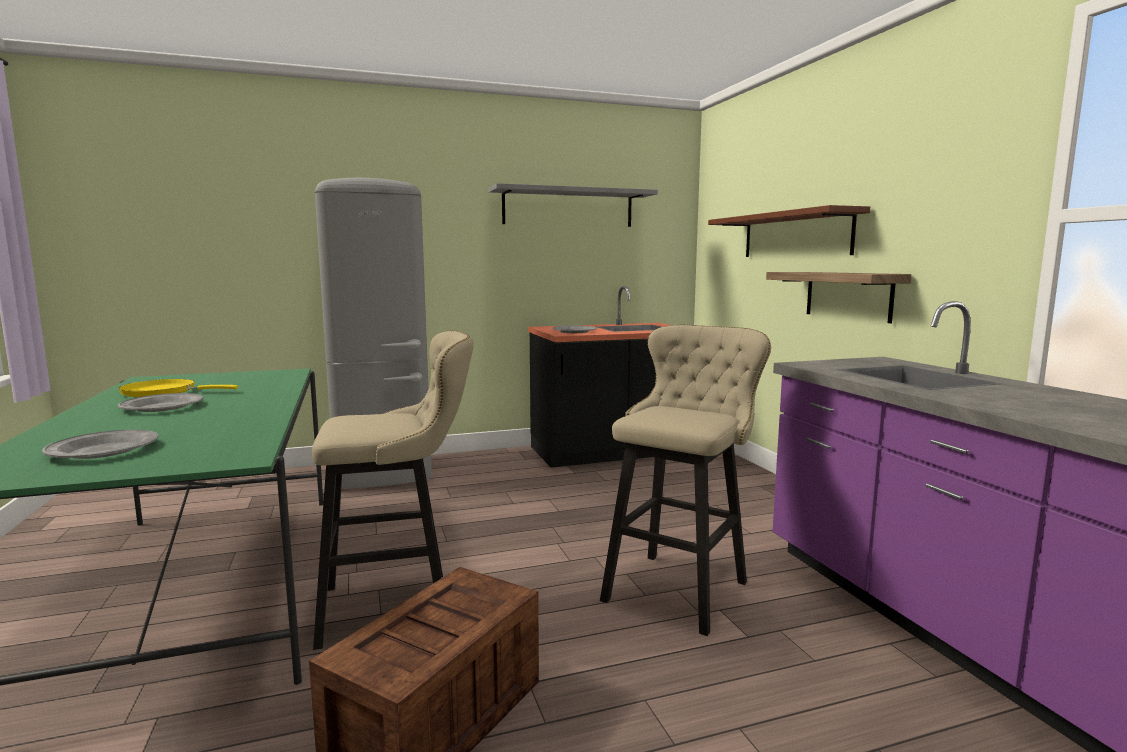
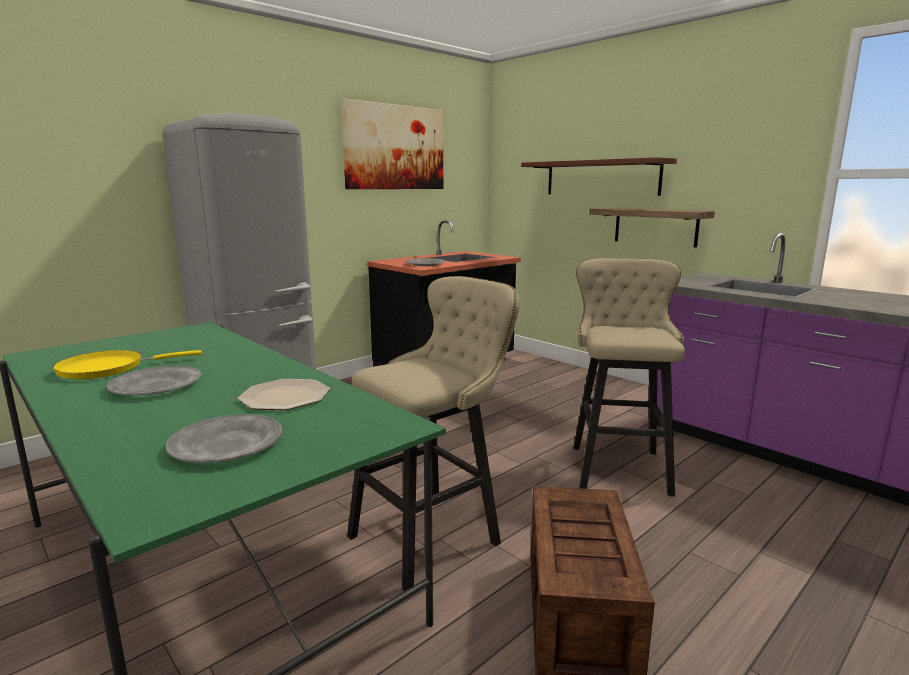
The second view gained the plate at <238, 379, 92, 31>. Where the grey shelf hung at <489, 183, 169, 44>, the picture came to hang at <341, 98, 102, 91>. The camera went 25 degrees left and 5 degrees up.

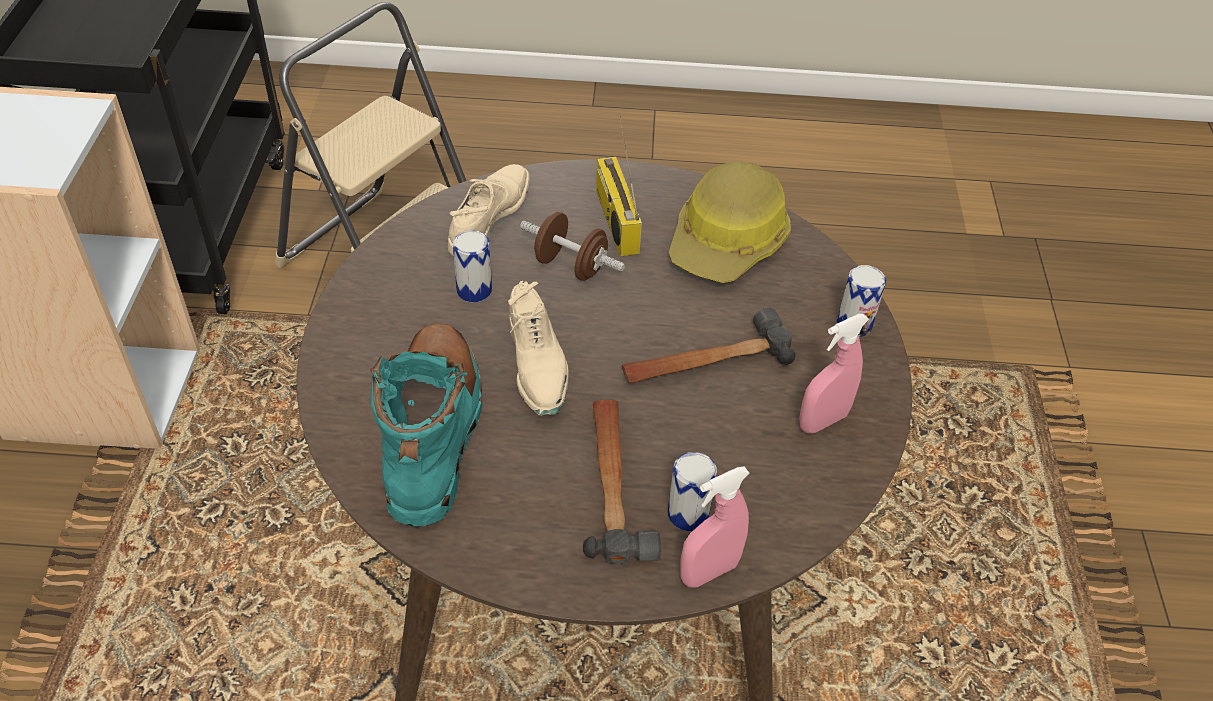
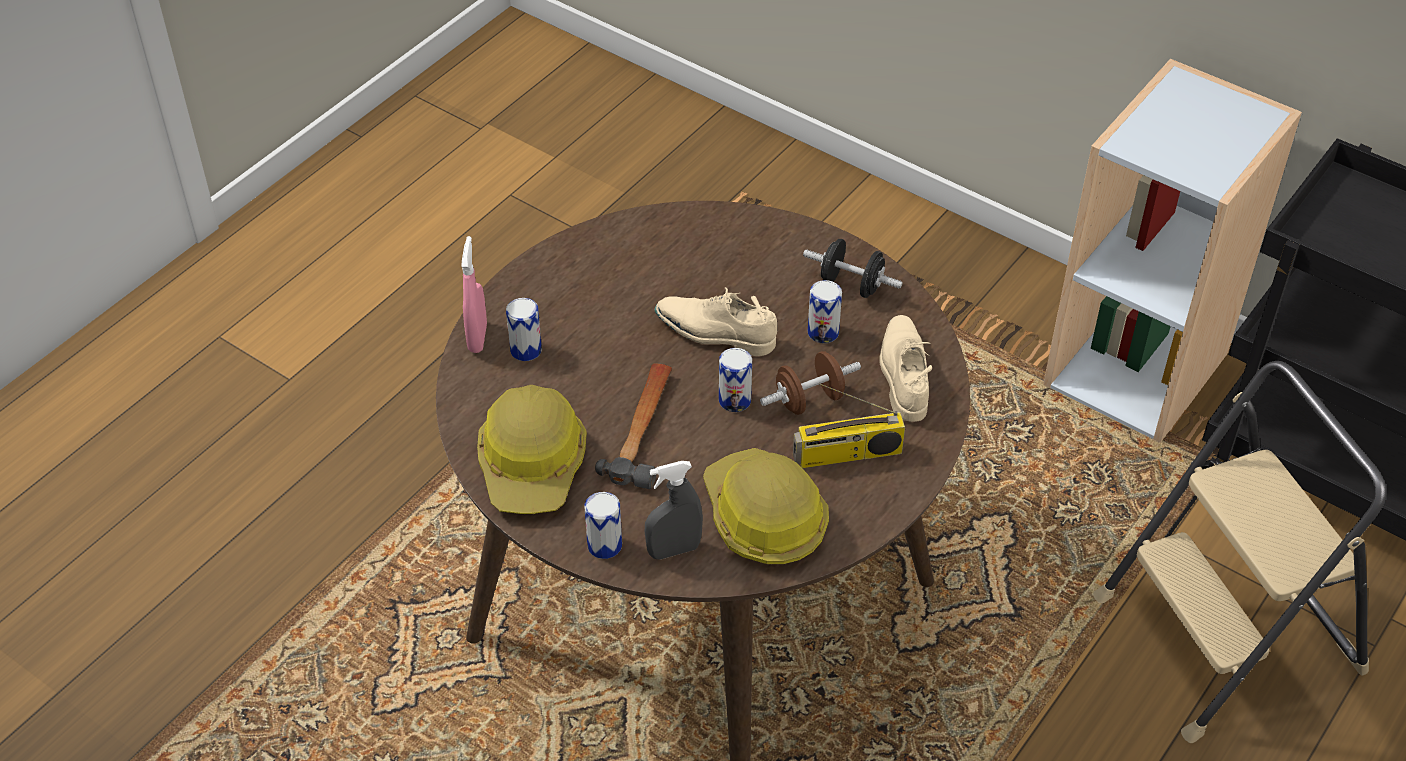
The second view lost the turquoise boot at <370, 323, 112, 204>. The second view lost the hammer at <583, 399, 78, 165>. The second view gained the grey spray bottle at <645, 461, 58, 99>. The second view gained the can at <719, 348, 33, 64>. The second view gained the black dumbbell at <803, 239, 100, 59>. Where the pink spray bottle stood at <799, 314, 70, 120>, the hard hat came to stand at <477, 385, 110, 129>. The beige shoe at <448, 164, 82, 92> ended up facing another way, 150 degrees counterclockwise from before. The radio at <596, 115, 46, 142> ended up facing another way, 150 degrees clockwise from before. The camera went 125 degrees right and 0 degrees up.

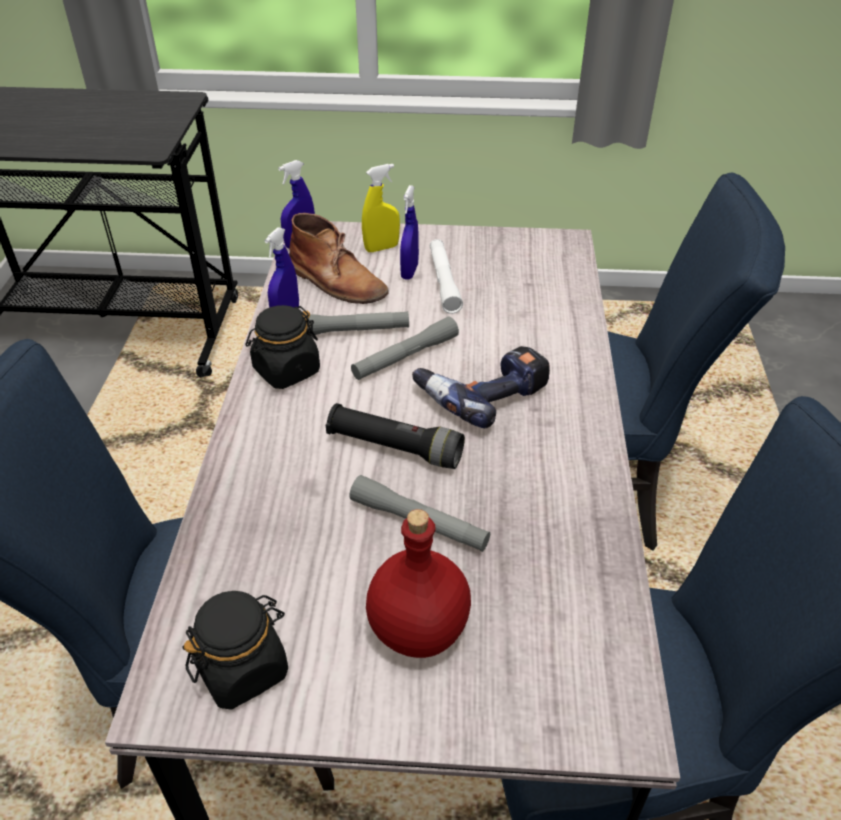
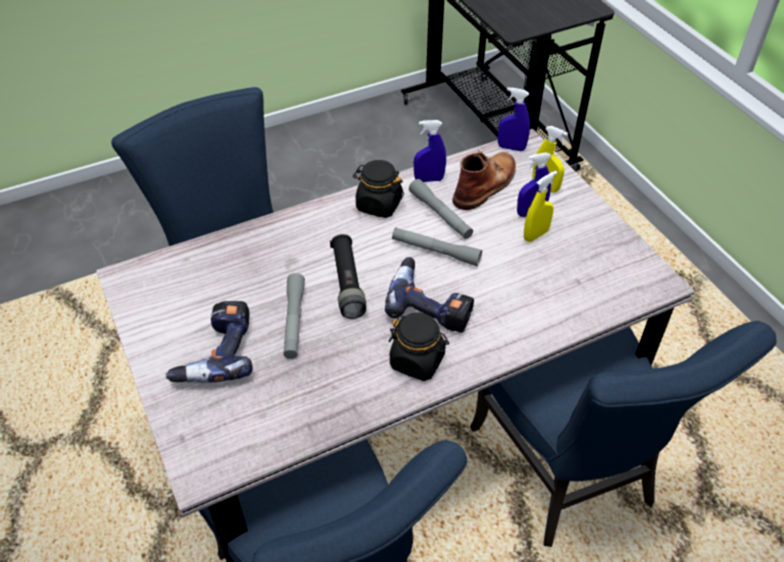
The black jar ended up elsewhere, having gone from <182, 591, 106, 119> to <388, 313, 61, 68>. Where the red bottle stood at <366, 509, 105, 149>, the power drill came to stand at <166, 301, 87, 82>. Where the white flashlight stood at <430, 239, 33, 75>, the yellow spray bottle came to stand at <524, 171, 33, 71>. The brown boot at <289, 213, 100, 91> ended up facing another way, 150 degrees counterclockwise from before. The camera went 60 degrees right and 5 degrees up.

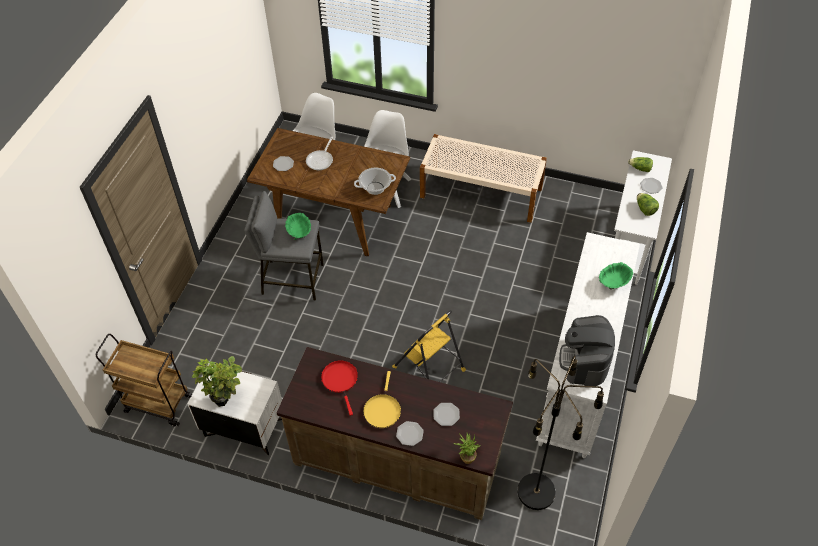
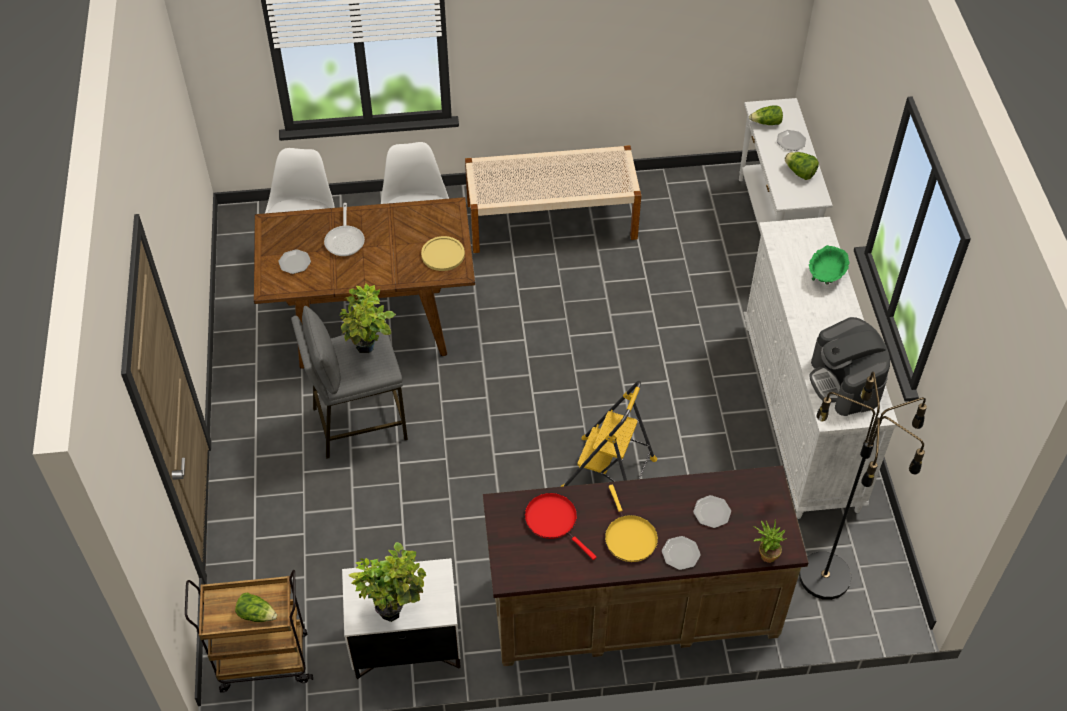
The second view gained the lettuce at <235, 592, 42, 30>. Where the green bowl stood at <285, 213, 26, 28>, the potted plant came to stand at <340, 283, 56, 70>. Where the cooking pot stood at <354, 168, 42, 27>, the yellow plate came to stand at <421, 236, 44, 35>. The camera went 25 degrees left and 0 degrees up.

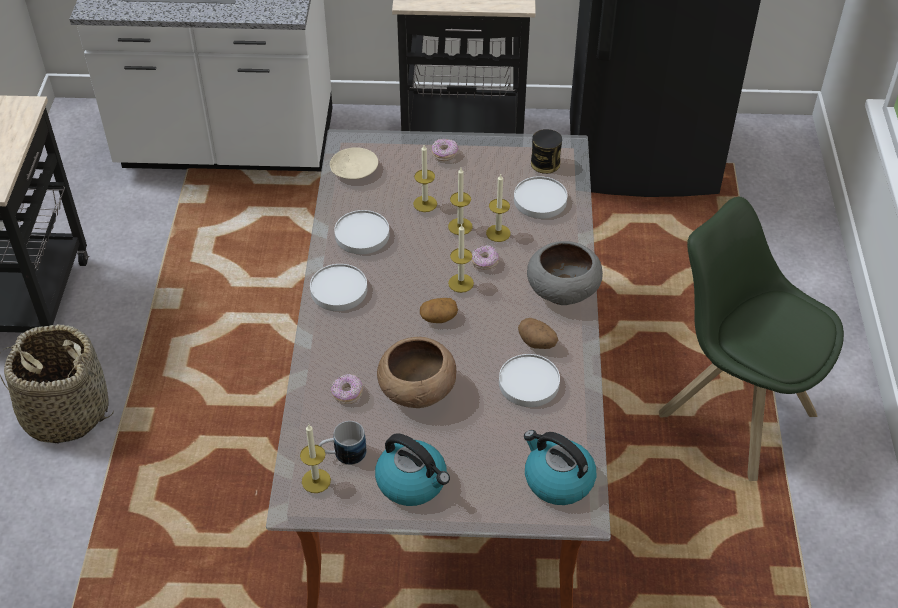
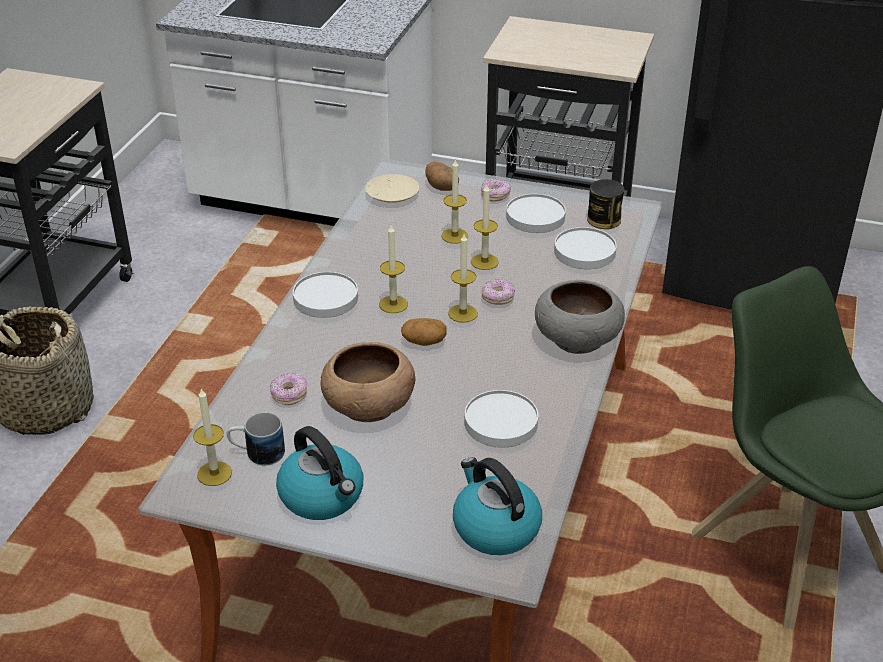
The white plate ended up elsewhere, having gone from <334, 210, 56, 44> to <506, 194, 60, 39>. The candle ended up elsewhere, having gone from <486, 174, 25, 68> to <379, 225, 29, 88>. The potato ended up elsewhere, having gone from <518, 318, 40, 31> to <425, 162, 34, 29>. The camera went 15 degrees right and 10 degrees down.

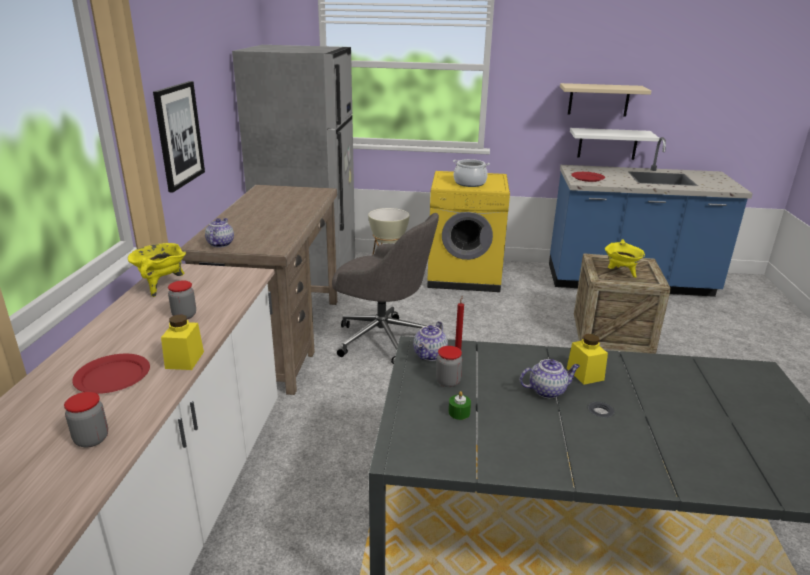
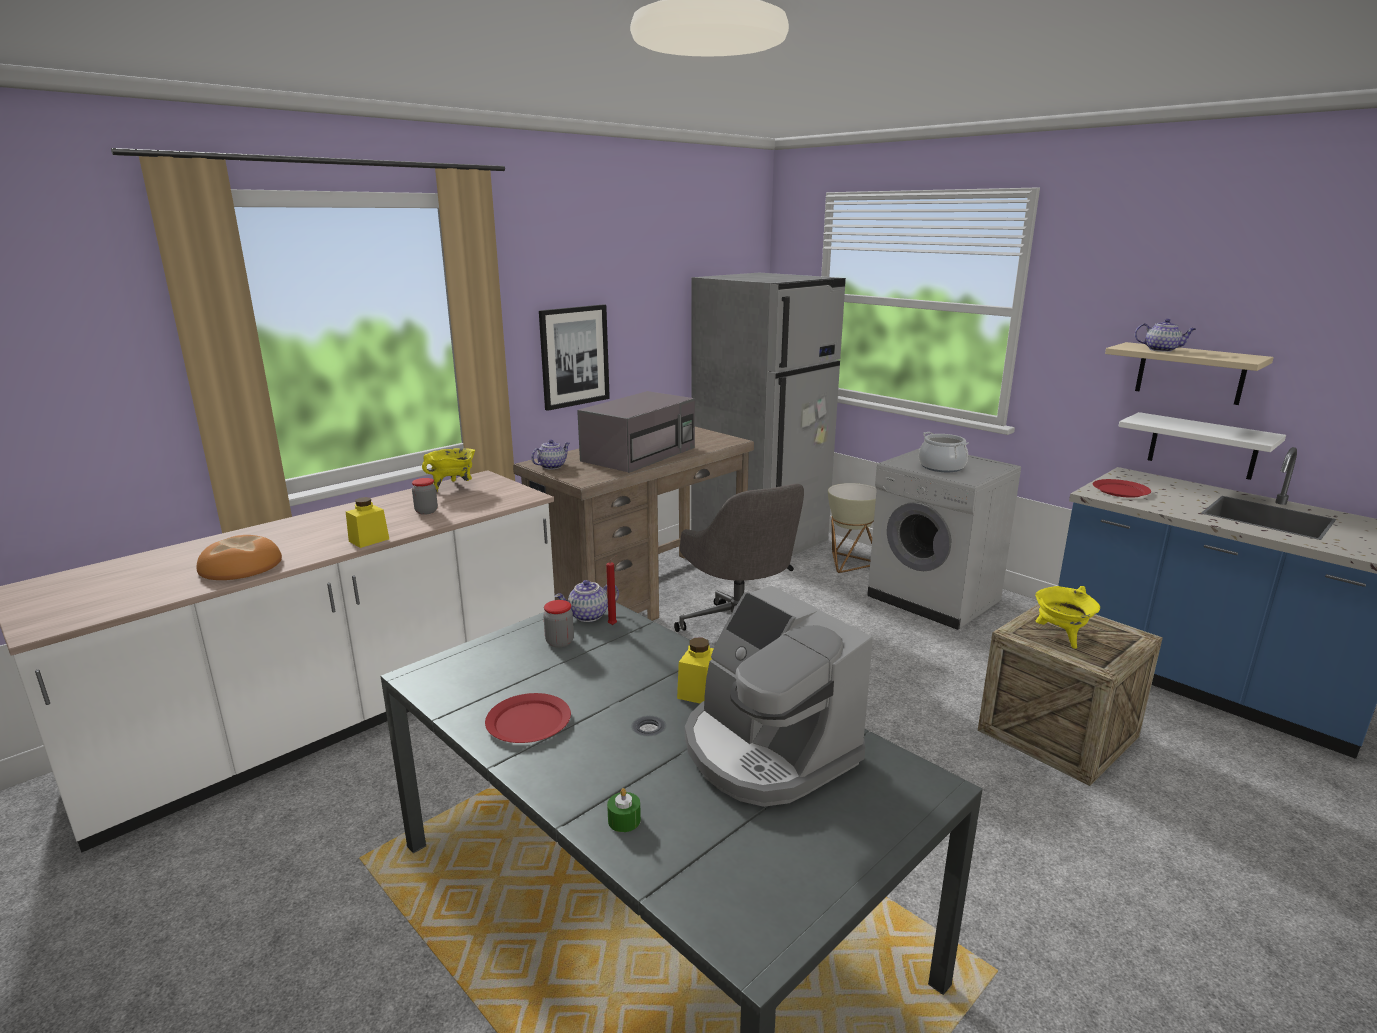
The second view gained the grey microwave at <577, 391, 118, 82>. The second view gained the coffee machine at <685, 586, 188, 221>. The red plate ended up elsewhere, having gone from <72, 354, 78, 40> to <485, 693, 86, 50>. The green candle ended up elsewhere, having gone from <449, 391, 22, 29> to <607, 788, 34, 44>. The teapot ended up elsewhere, having gone from <520, 359, 60, 39> to <1135, 319, 61, 33>. Where the jar stood at <64, 392, 44, 56>, the bread came to stand at <197, 535, 85, 45>. What was the yellow washing machine at <427, 171, 83, 121> turned into the white washing machine at <867, 448, 154, 182>. The camera went 40 degrees right and 5 degrees down.

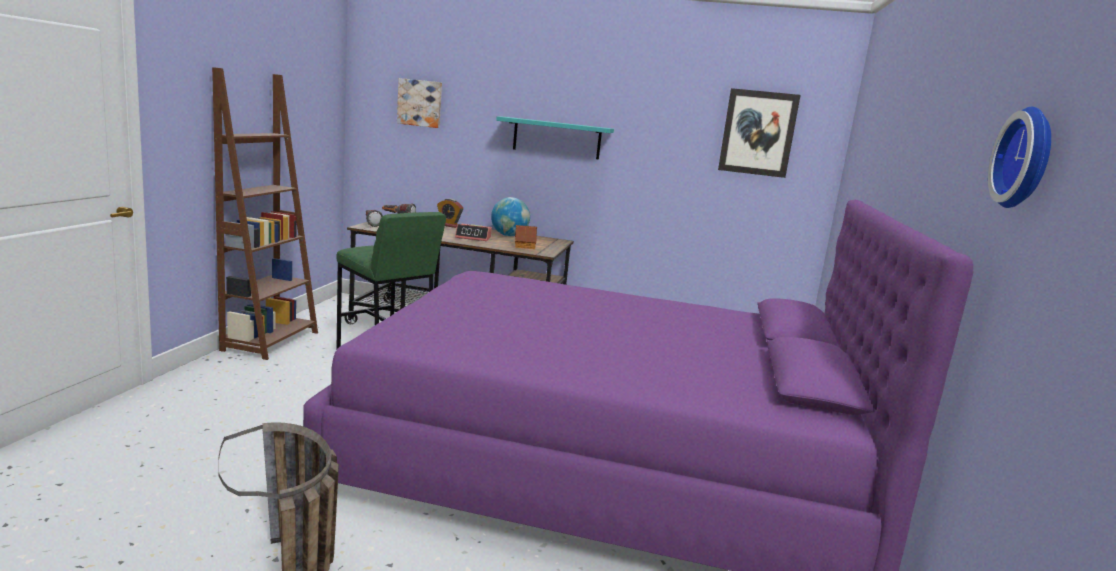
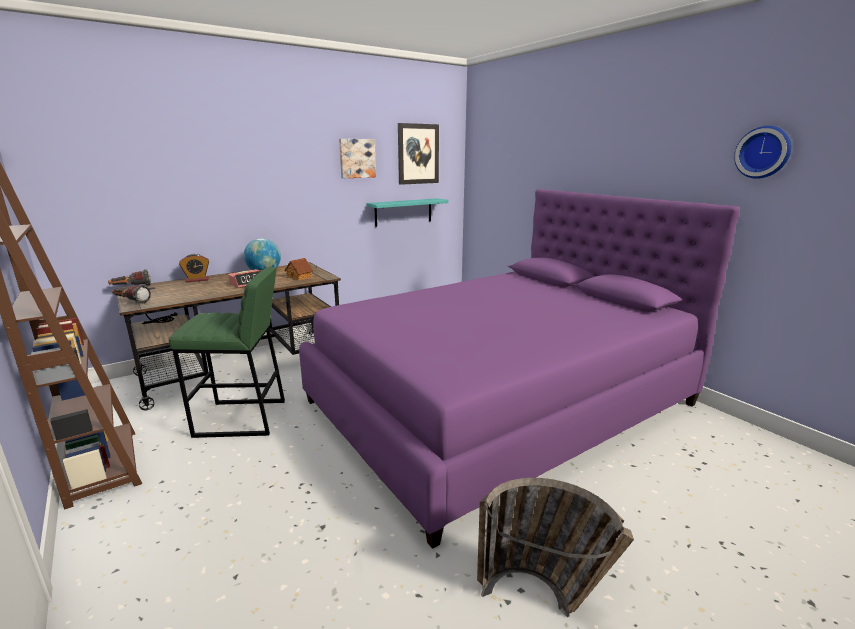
The picture ended up elsewhere, having gone from <397, 78, 45, 50> to <339, 139, 37, 39>. The turquoise shelf ended up elsewhere, having gone from <496, 116, 118, 43> to <366, 198, 83, 29>. The camera went 45 degrees left and 5 degrees up.

